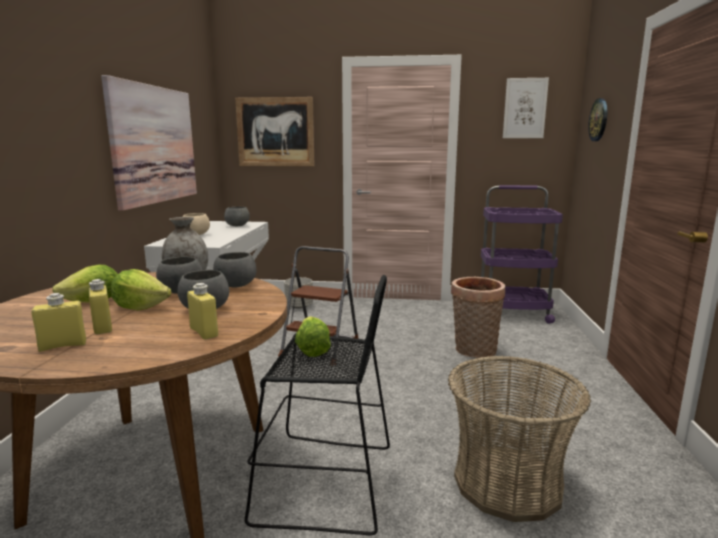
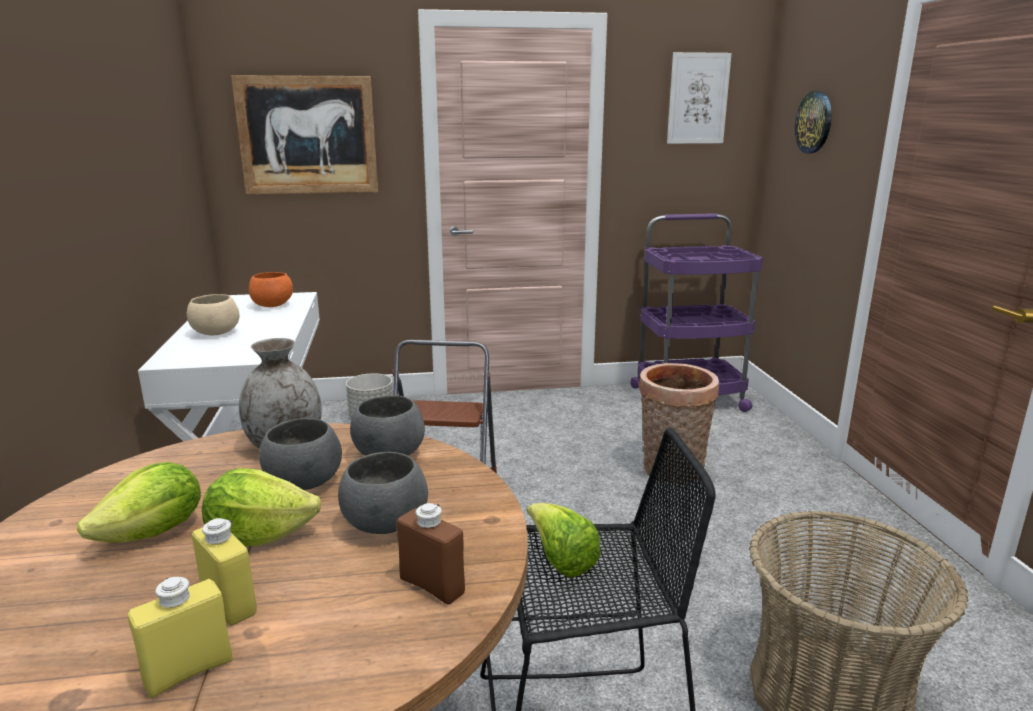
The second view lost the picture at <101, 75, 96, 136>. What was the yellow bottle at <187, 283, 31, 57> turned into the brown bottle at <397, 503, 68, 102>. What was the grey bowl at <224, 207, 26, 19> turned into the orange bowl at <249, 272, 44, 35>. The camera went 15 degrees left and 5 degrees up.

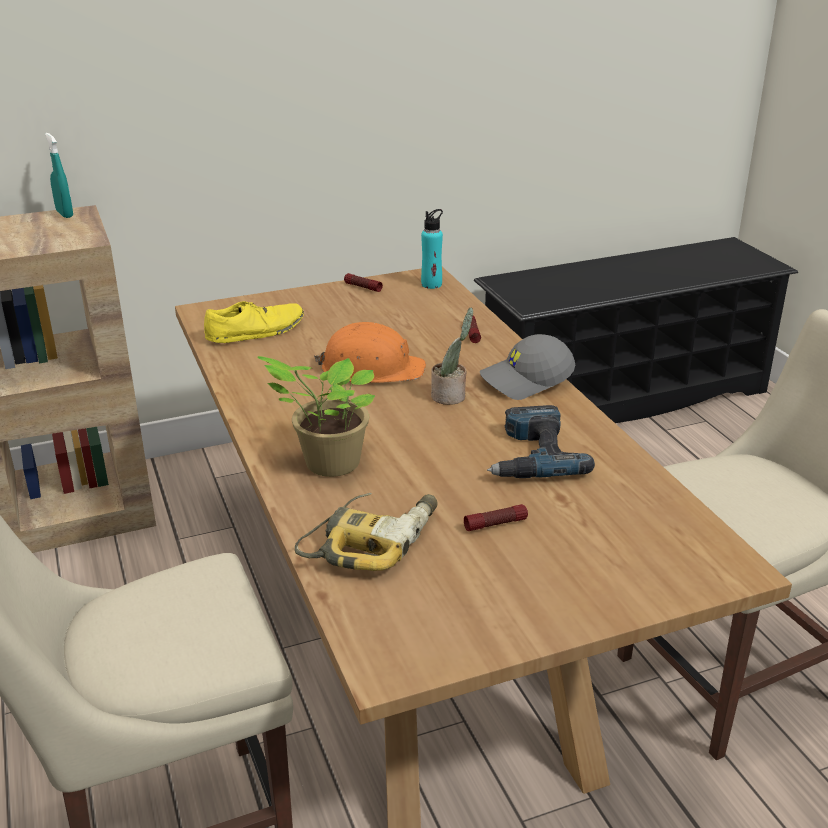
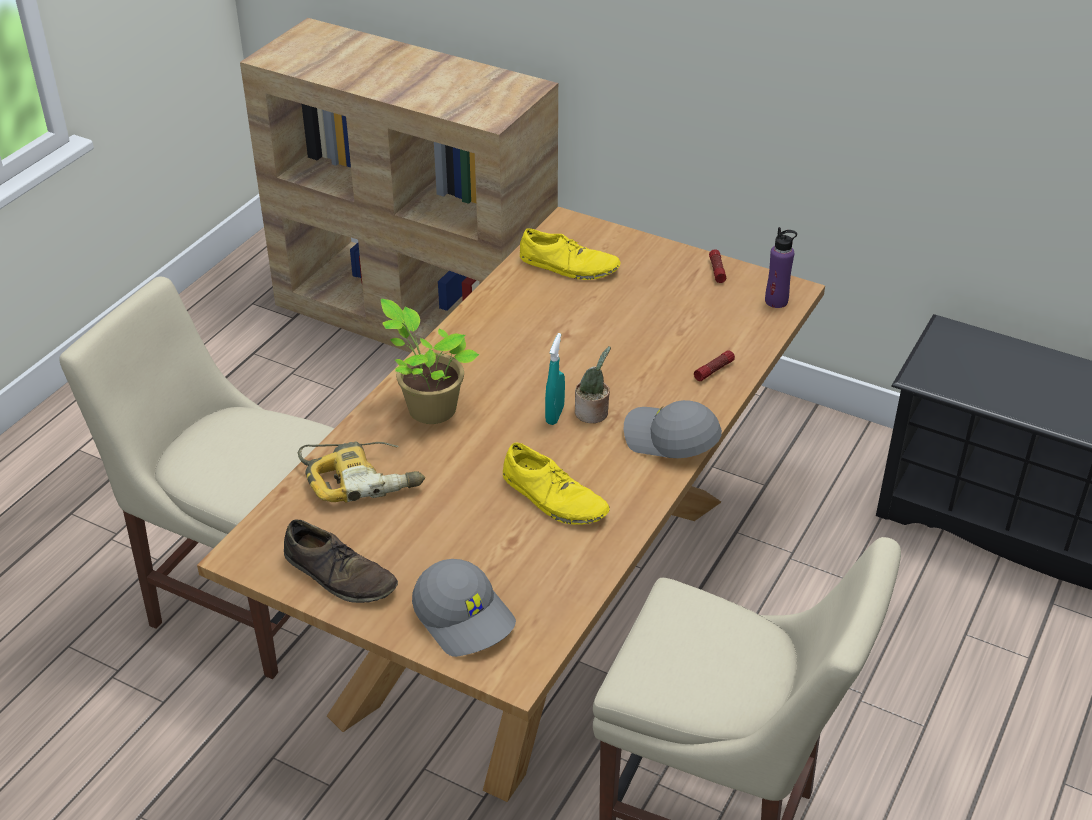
The second view lost the orange hard hat at <313, 322, 113, 61>. The second view lost the flashlight at <464, 504, 64, 27>. The second view gained the brown shoe at <284, 519, 114, 84>. The second view gained the grey cap at <412, 559, 104, 98>. The turquoise spray bottle ended up elsewhere, having gone from <45, 133, 28, 85> to <545, 333, 20, 92>. Where the power drill stood at <487, 405, 108, 73>, the yellow shoe came to stand at <503, 442, 107, 83>. What was the turquoise bottle at <421, 209, 22, 80> turned into the purple bottle at <765, 227, 32, 81>. The camera went 50 degrees right and 10 degrees up.

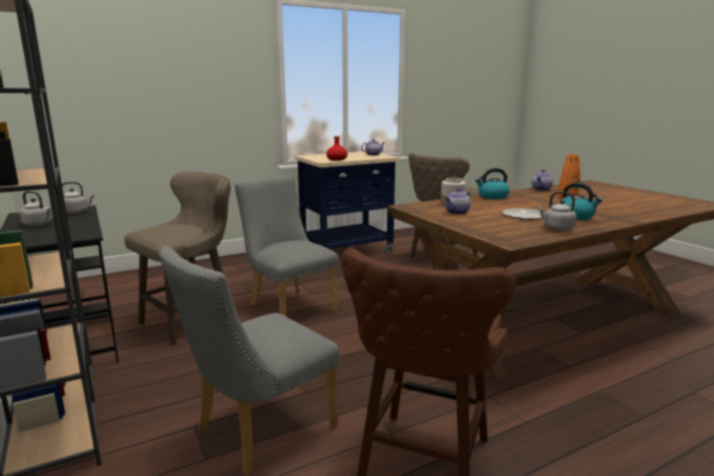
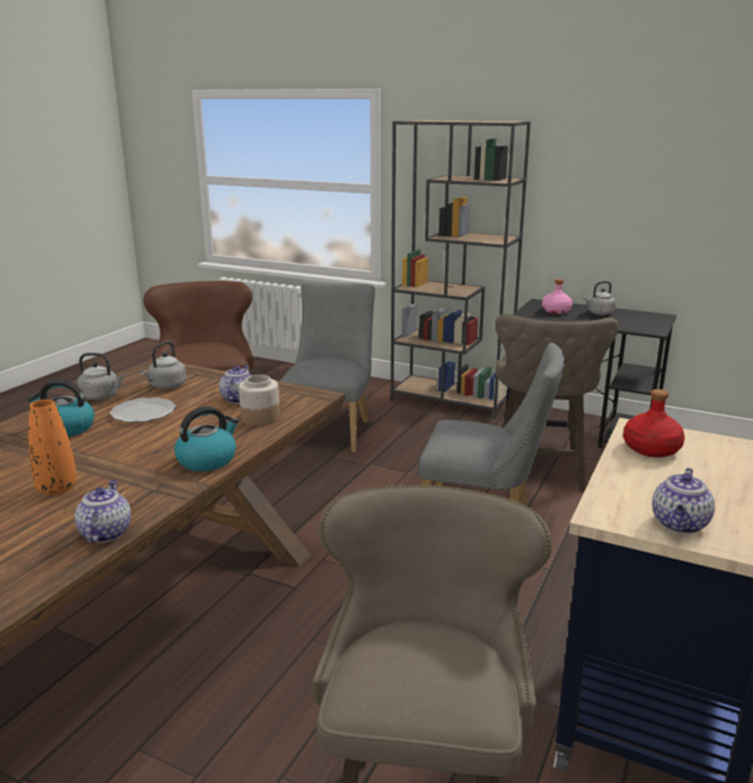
The second view gained the pink bottle at <542, 279, 31, 35>. The grey kettle ended up elsewhere, having gone from <62, 182, 33, 32> to <140, 341, 46, 48>. The camera went 145 degrees right and 5 degrees up.

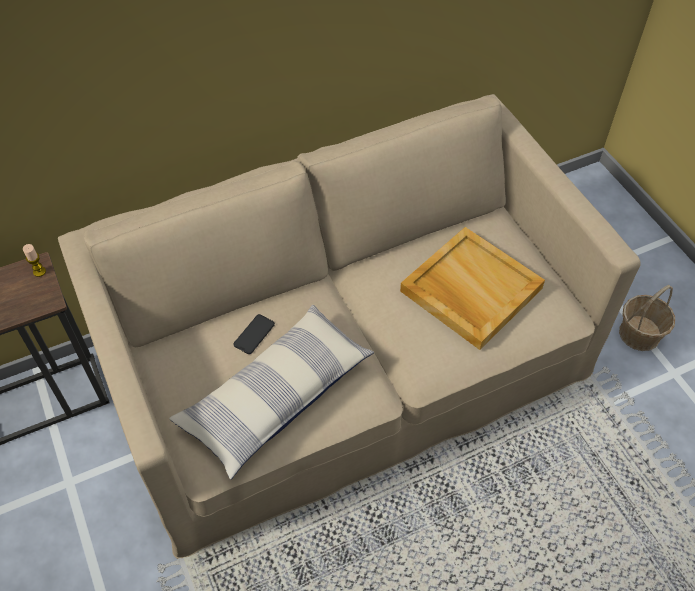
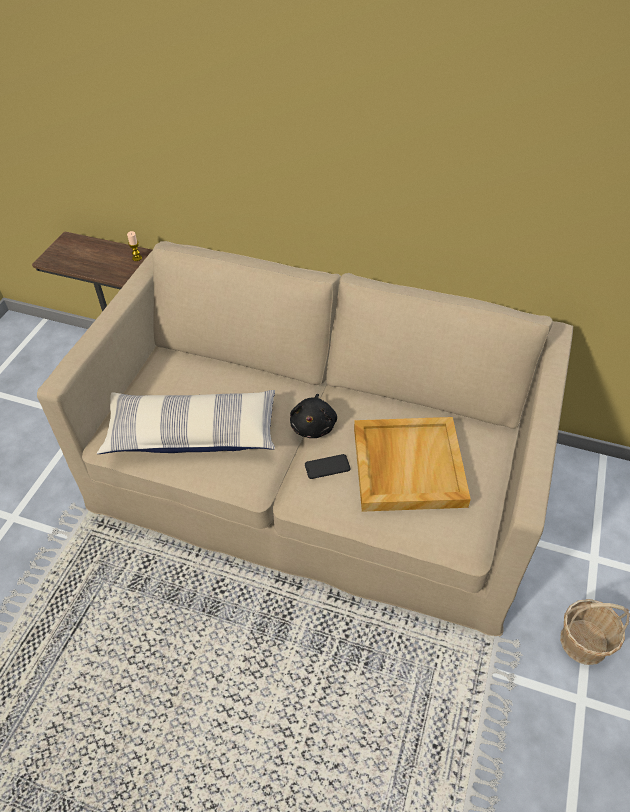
The second view gained the black plush toy at <290, 394, 47, 44>. The phone ended up elsewhere, having gone from <233, 314, 42, 40> to <305, 454, 45, 25>. The camera went 45 degrees right and 5 degrees down.

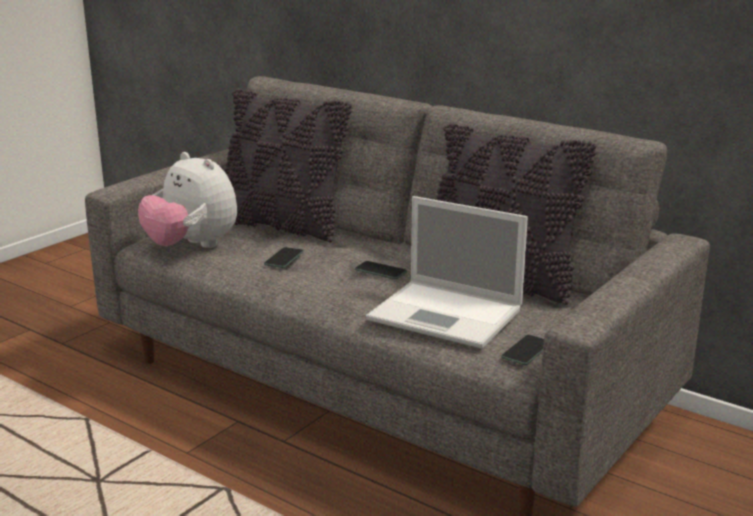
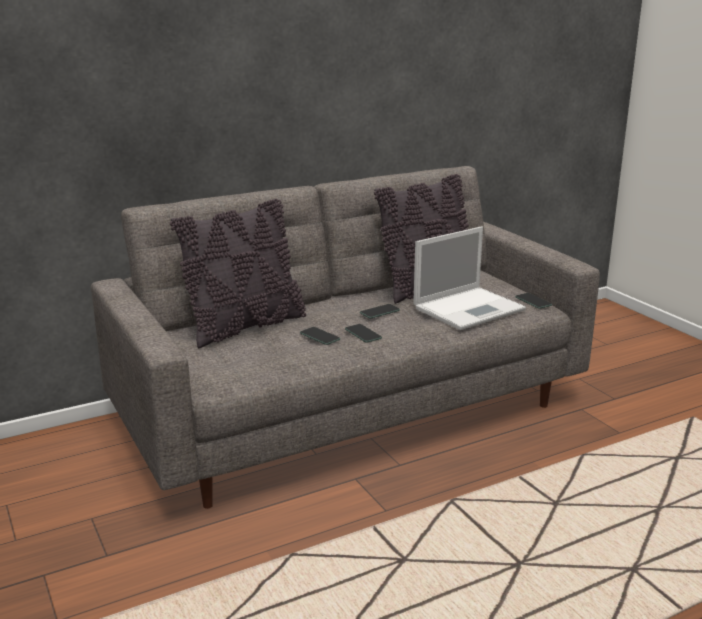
The second view lost the plush toy at <138, 152, 99, 96>. The second view gained the phone at <345, 324, 37, 19>. The camera went 65 degrees left and 0 degrees up.

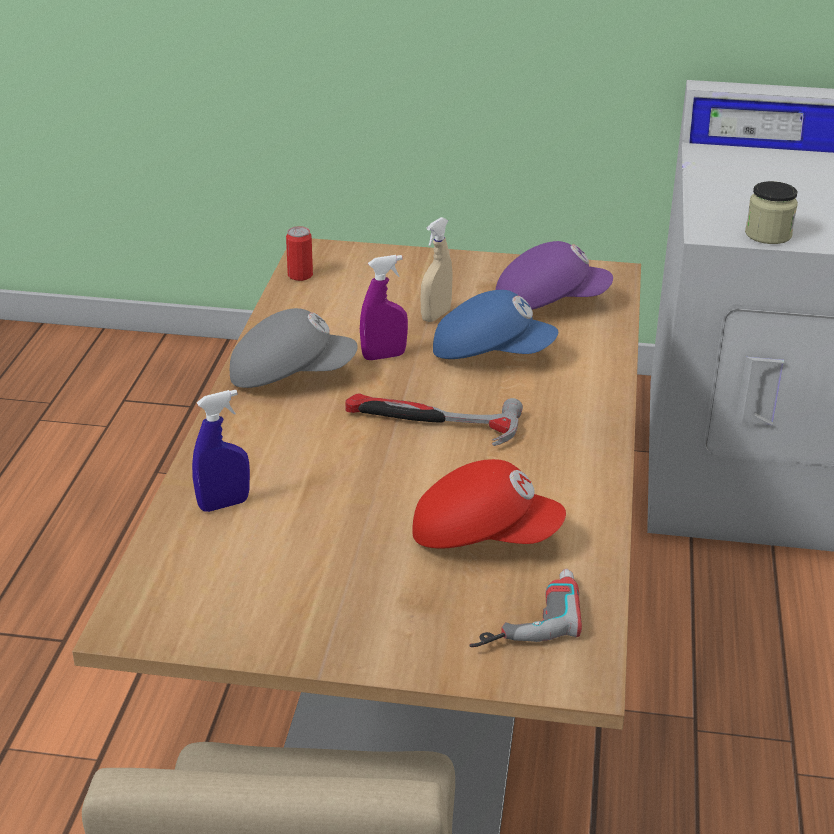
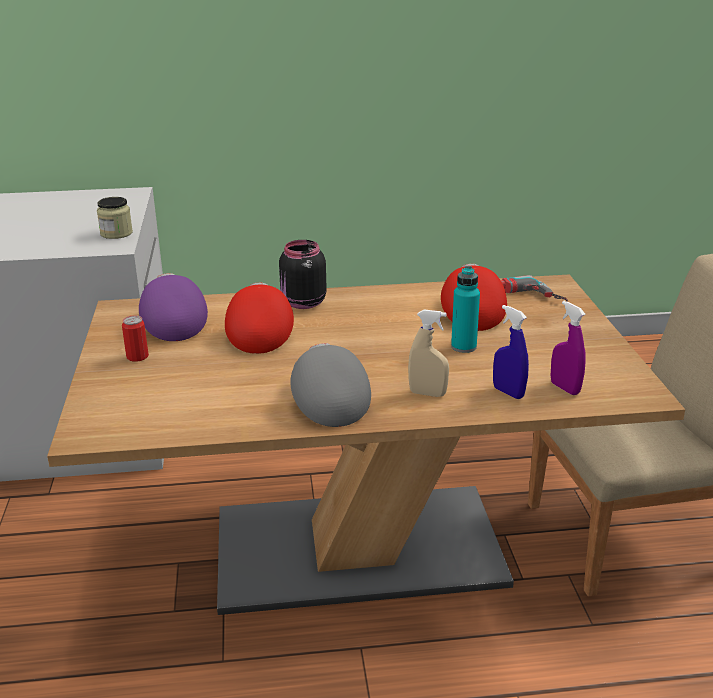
The second view lost the hammer at <345, 394, 178, 52>. The second view gained the black jar at <279, 240, 48, 69>. The second view gained the turquoise bottle at <451, 266, 29, 87>. The can ended up elsewhere, having gone from <286, 226, 27, 55> to <122, 315, 27, 47>. The purple spray bottle ended up elsewhere, having gone from <360, 255, 48, 105> to <551, 301, 35, 94>. The beige spray bottle ended up elsewhere, having gone from <421, 217, 32, 105> to <408, 310, 41, 87>. What was the blue cap at <433, 290, 125, 69> turned into the red cap at <225, 283, 69, 71>. The camera went 105 degrees left and 5 degrees down.

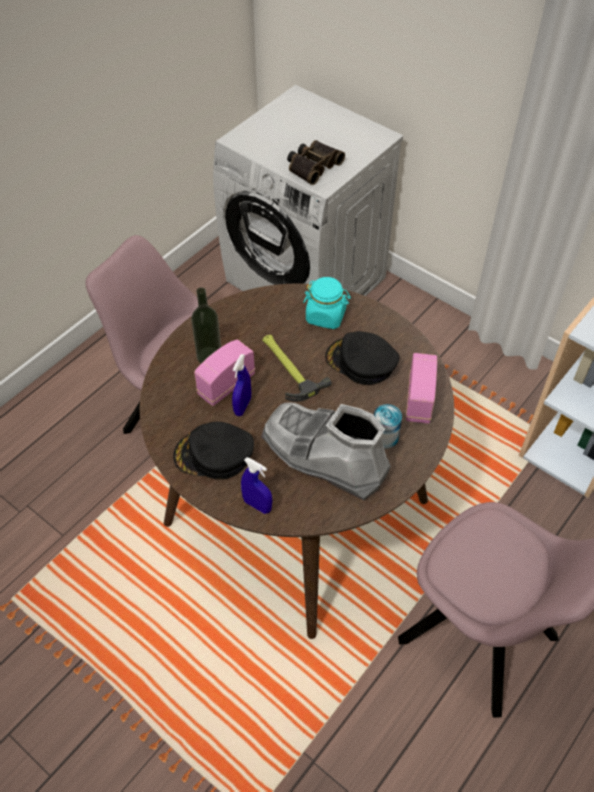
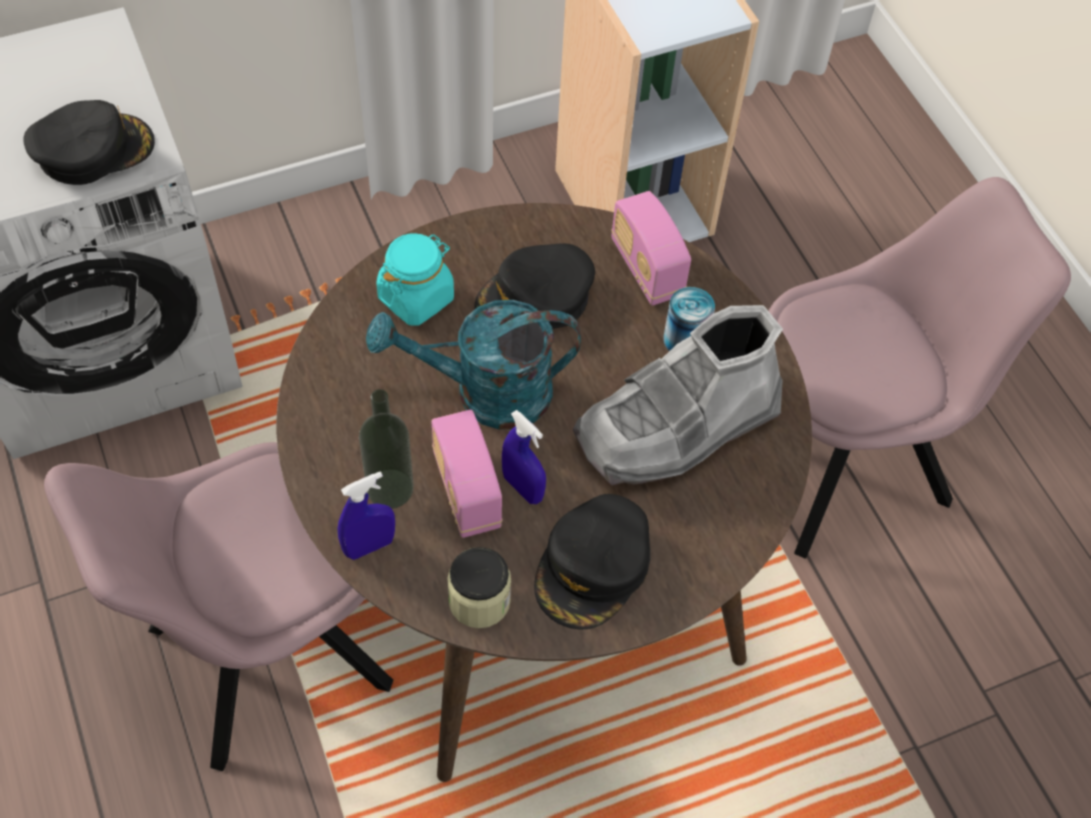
The second view gained the jar at <447, 547, 64, 81>. The blue spray bottle ended up elsewhere, having gone from <241, 457, 31, 57> to <338, 471, 57, 89>. Where the hammer stood at <262, 335, 70, 67>, the turquoise watering can came to stand at <366, 300, 215, 130>. Where the binoculars stood at <287, 140, 58, 45>, the black cap came to stand at <23, 100, 132, 85>. The radio at <406, 353, 31, 71> ended up facing another way, 150 degrees counterclockwise from before. The camera went 65 degrees left and 5 degrees up.

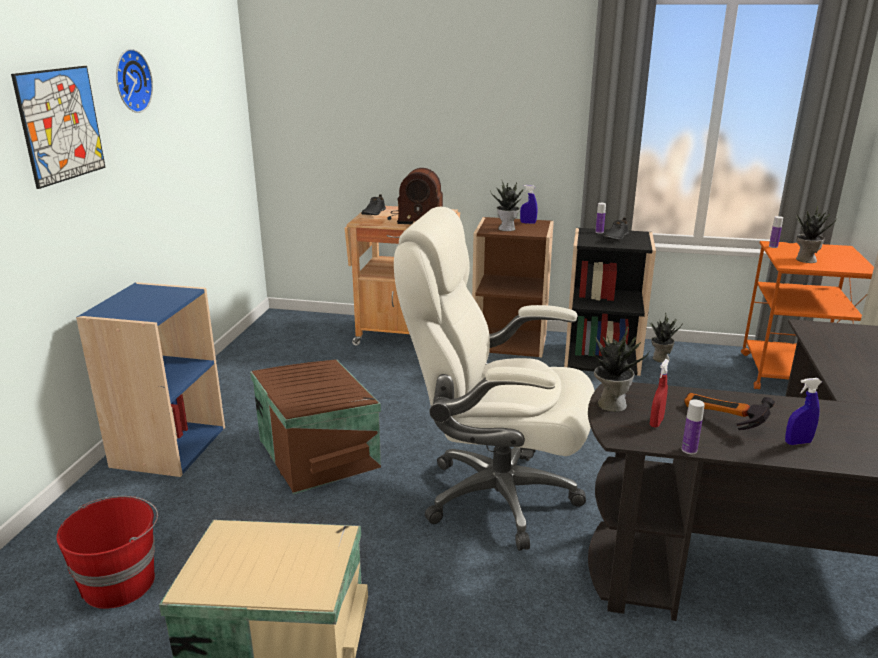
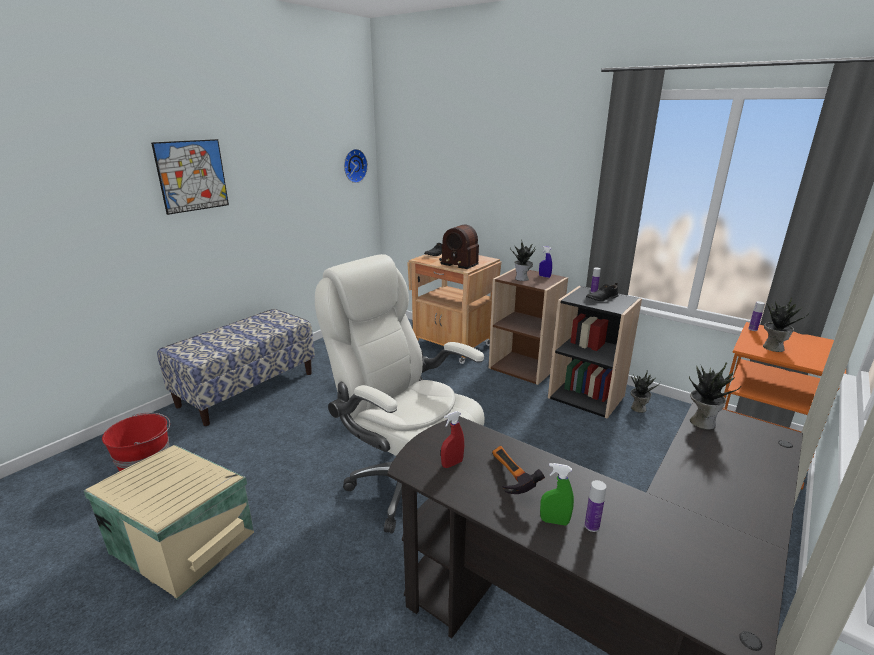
The second view lost the brown storage box at <250, 360, 131, 135>. The wall clock ended up elsewhere, having gone from <116, 49, 37, 64> to <344, 149, 24, 34>. The potted plant ended up elsewhere, having gone from <593, 326, 57, 86> to <689, 362, 52, 68>. The bottle ended up elsewhere, having gone from <682, 400, 23, 54> to <585, 480, 21, 52>. Where the blue bookcase stood at <76, 282, 149, 195>, the bench came to stand at <157, 309, 158, 117>. What was the blue spray bottle at <785, 378, 37, 67> turned into the green spray bottle at <540, 463, 34, 63>. The camera went 25 degrees right and 0 degrees up.

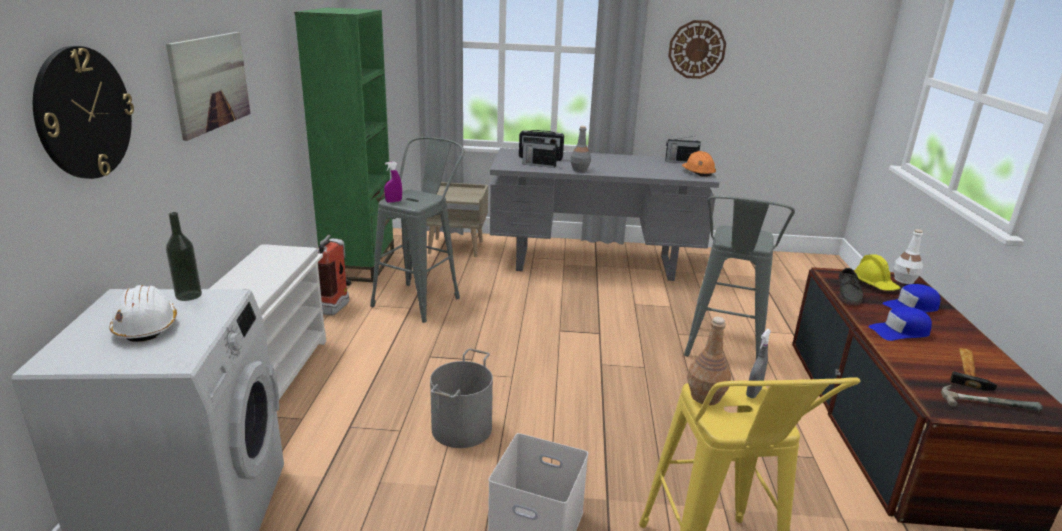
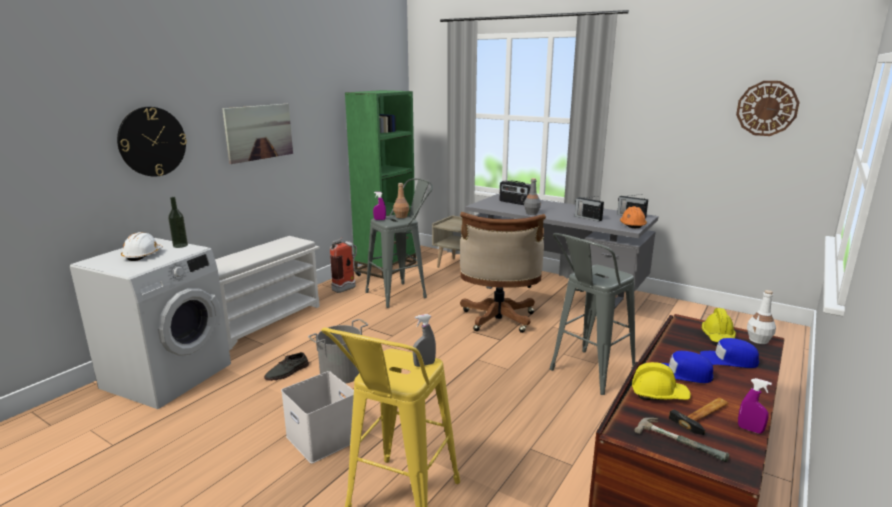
The second view gained the office chair at <460, 212, 86, 121>. The second view gained the yellow hard hat at <632, 362, 59, 38>. The second view gained the purple spray bottle at <738, 378, 34, 55>. The radio ended up elsewhere, having gone from <522, 138, 35, 30> to <575, 196, 29, 25>. The wall clock ended up elsewhere, having gone from <668, 20, 58, 59> to <736, 81, 64, 55>. The brown bottle ended up elsewhere, having gone from <687, 317, 44, 88> to <393, 183, 16, 35>. The grey shoe ended up elsewhere, having gone from <837, 268, 26, 38> to <264, 352, 45, 29>. The camera went 30 degrees right and 5 degrees down.

